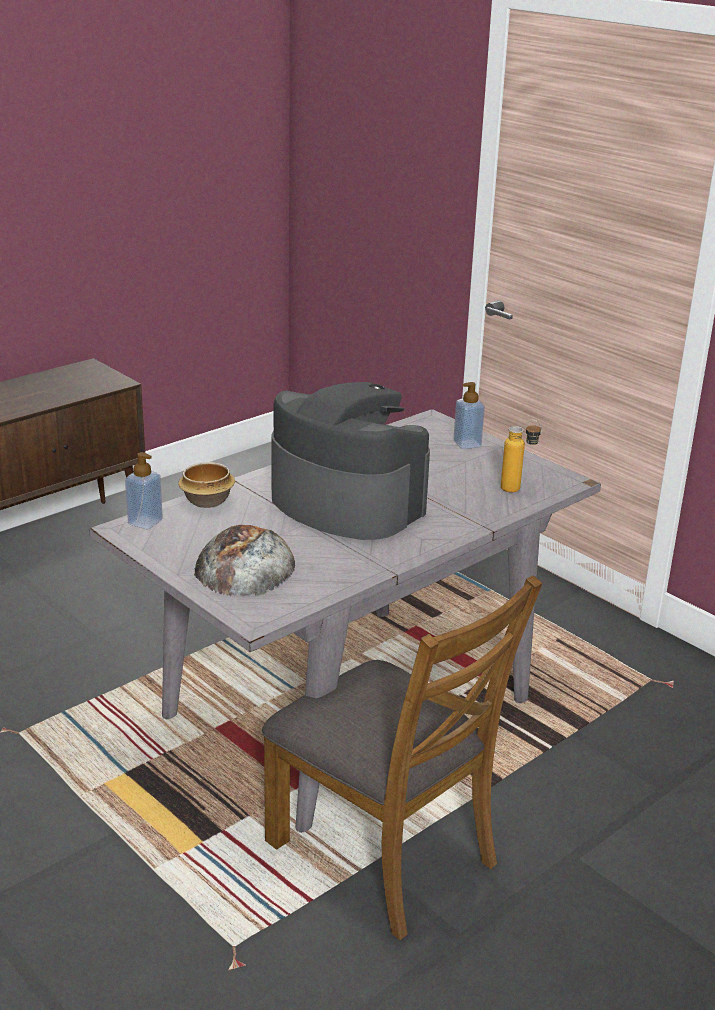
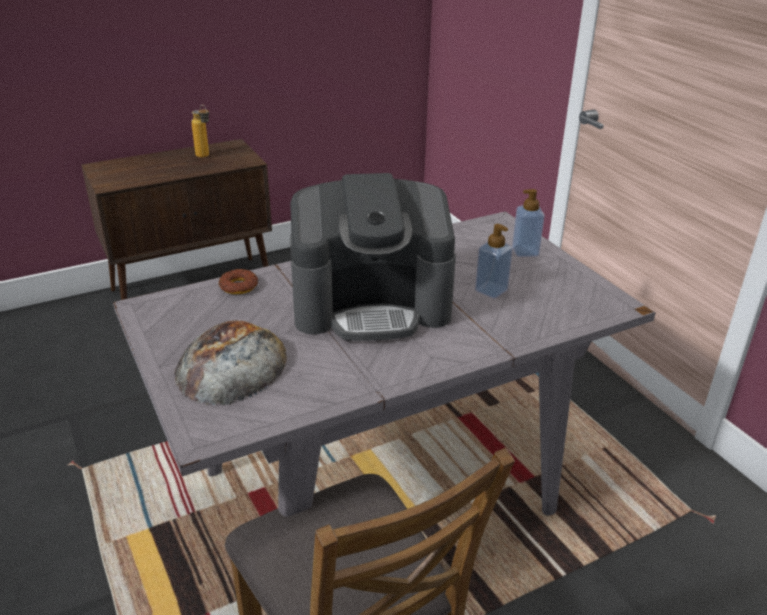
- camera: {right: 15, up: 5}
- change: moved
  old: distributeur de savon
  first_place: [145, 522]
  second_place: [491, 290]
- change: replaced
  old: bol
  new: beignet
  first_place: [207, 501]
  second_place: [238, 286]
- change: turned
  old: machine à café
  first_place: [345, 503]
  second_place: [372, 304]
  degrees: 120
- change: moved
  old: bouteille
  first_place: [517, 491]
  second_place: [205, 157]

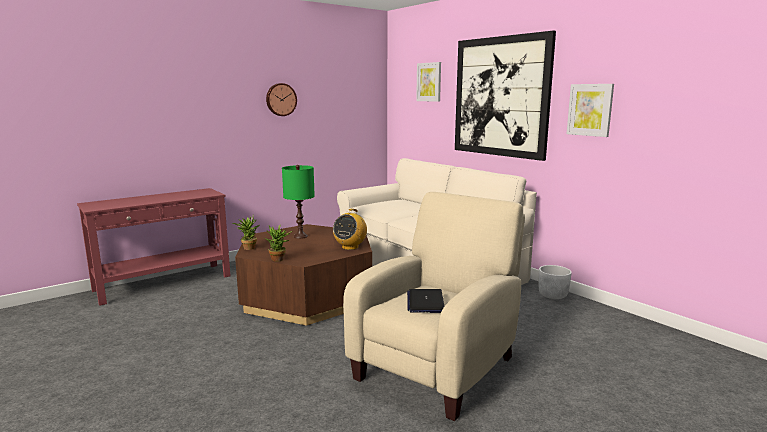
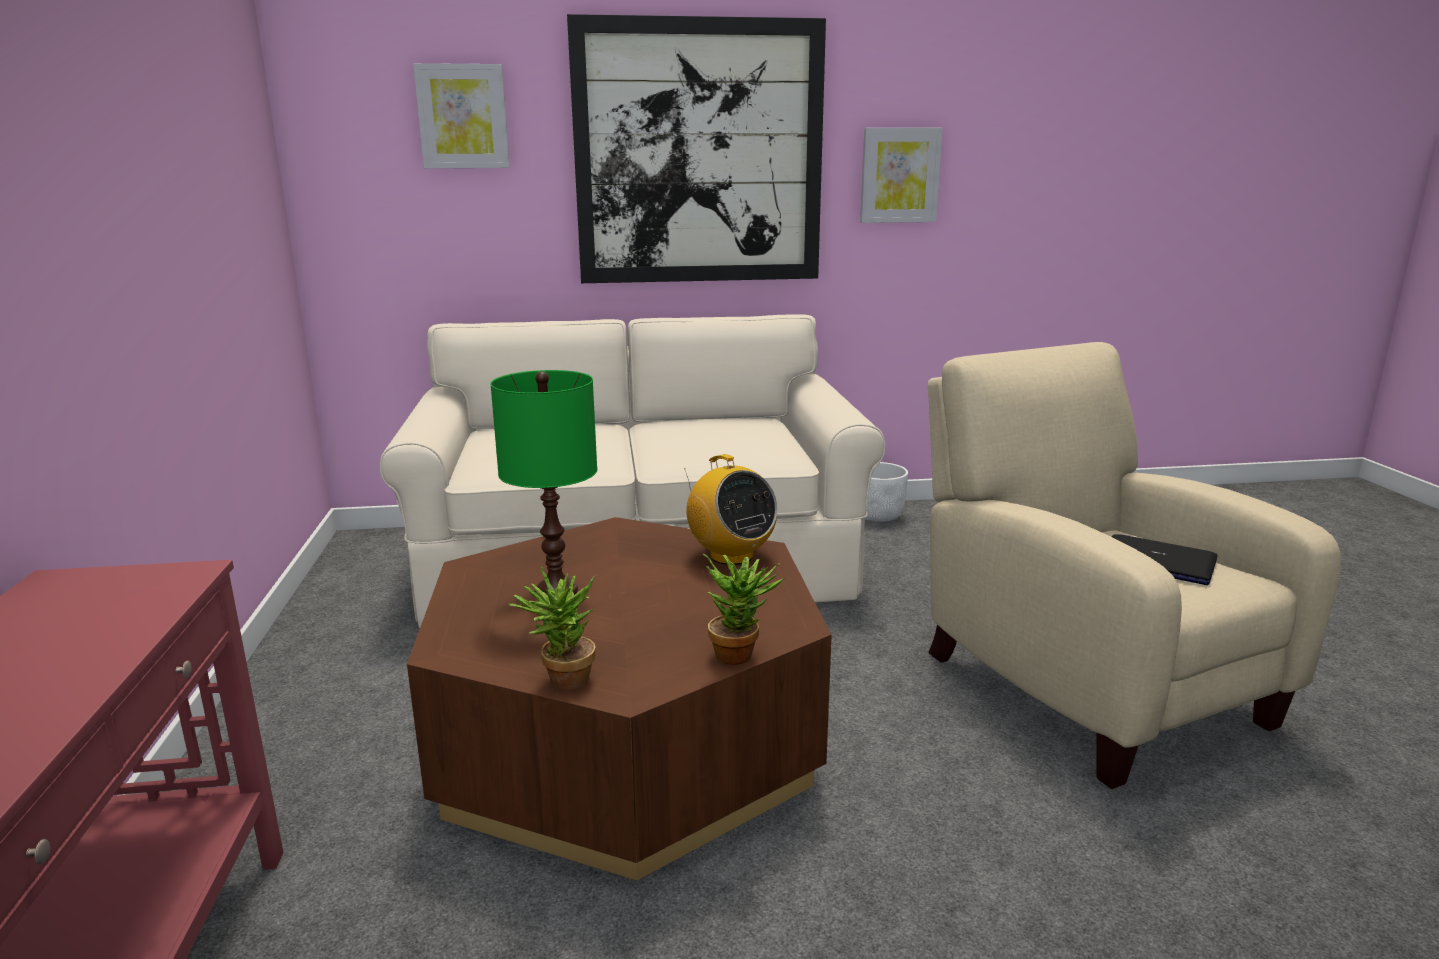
- camera: {right: -60, up: 5}
- change: removed
  old: horloge murale
  first_place: [281, 99]

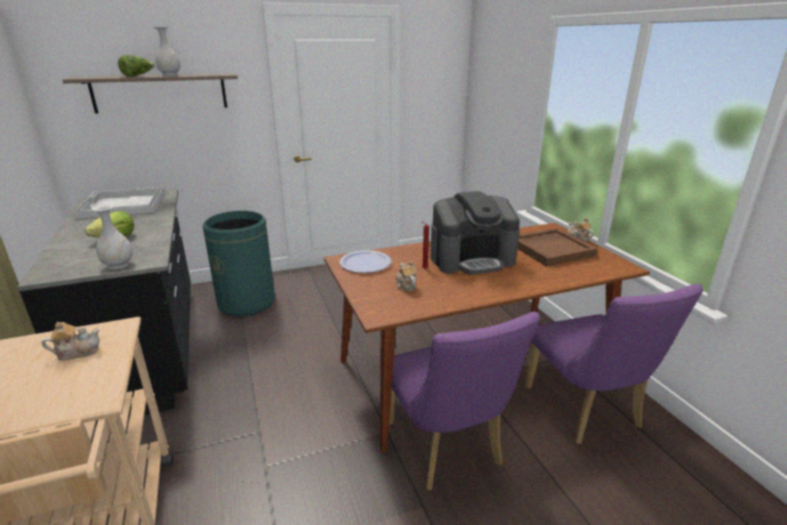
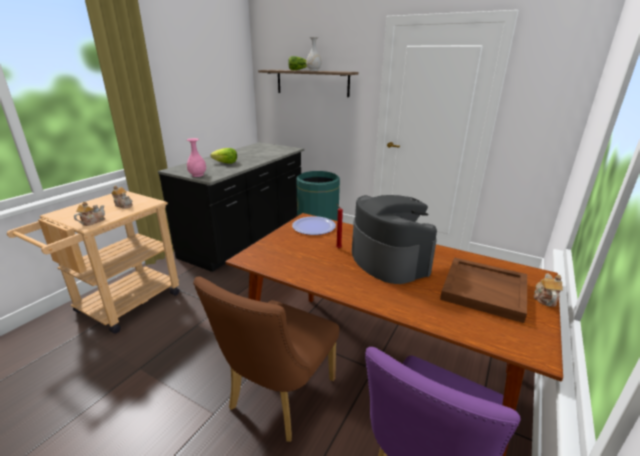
- camera: {right: 50, up: 0}
- change: removed
  old: plateau/blanc
  first_place: [122, 204]
- change: recoloured
  old: vase/blanc
  new: vase/rose
  first_place: [119, 265]
  second_place: [198, 175]
- change: recoloured
  old: chaise/violet
  new: chaise/marron
  first_place: [447, 449]
  second_place: [277, 399]
- change: moved
  old: théière
  first_place: [405, 285]
  second_place: [92, 221]
- change: turned
  old: machine à café
  first_place: [472, 259]
  second_place: [388, 260]
  degrees: -150

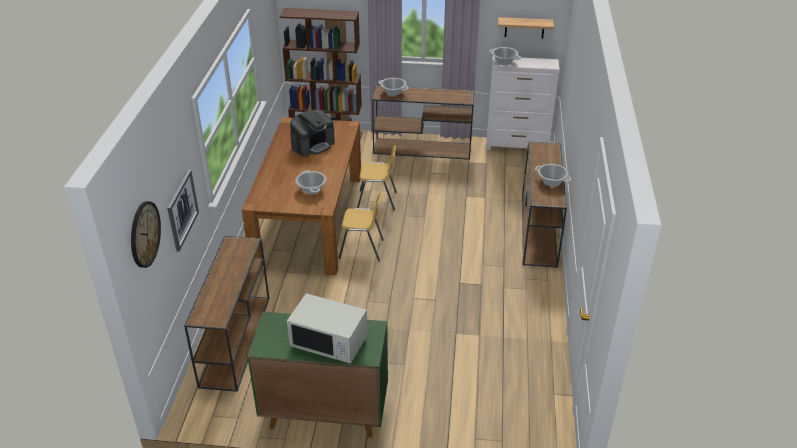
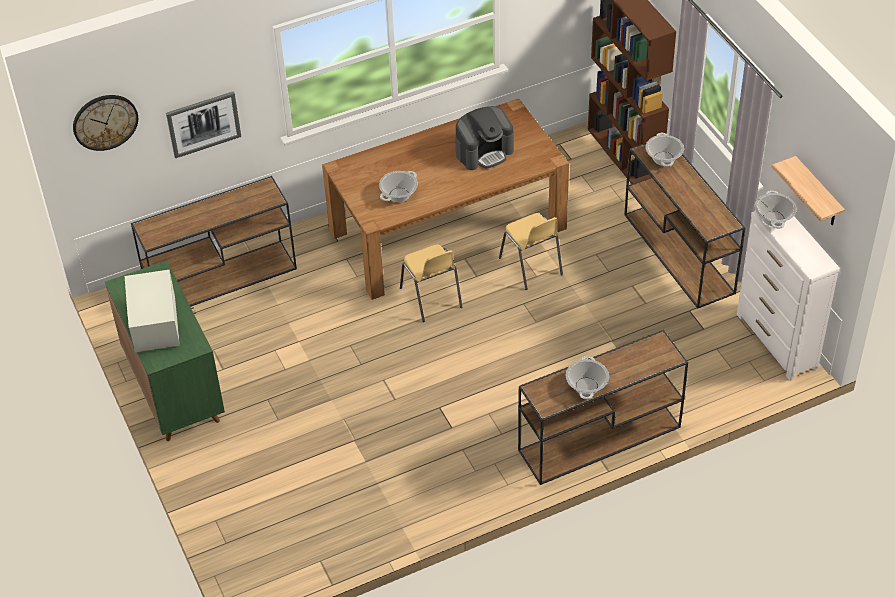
- camera: {right: 60, up: 10}
- change: turned
  old: machine à café
  first_place: [313, 145]
  second_place: [484, 152]
  degrees: -45

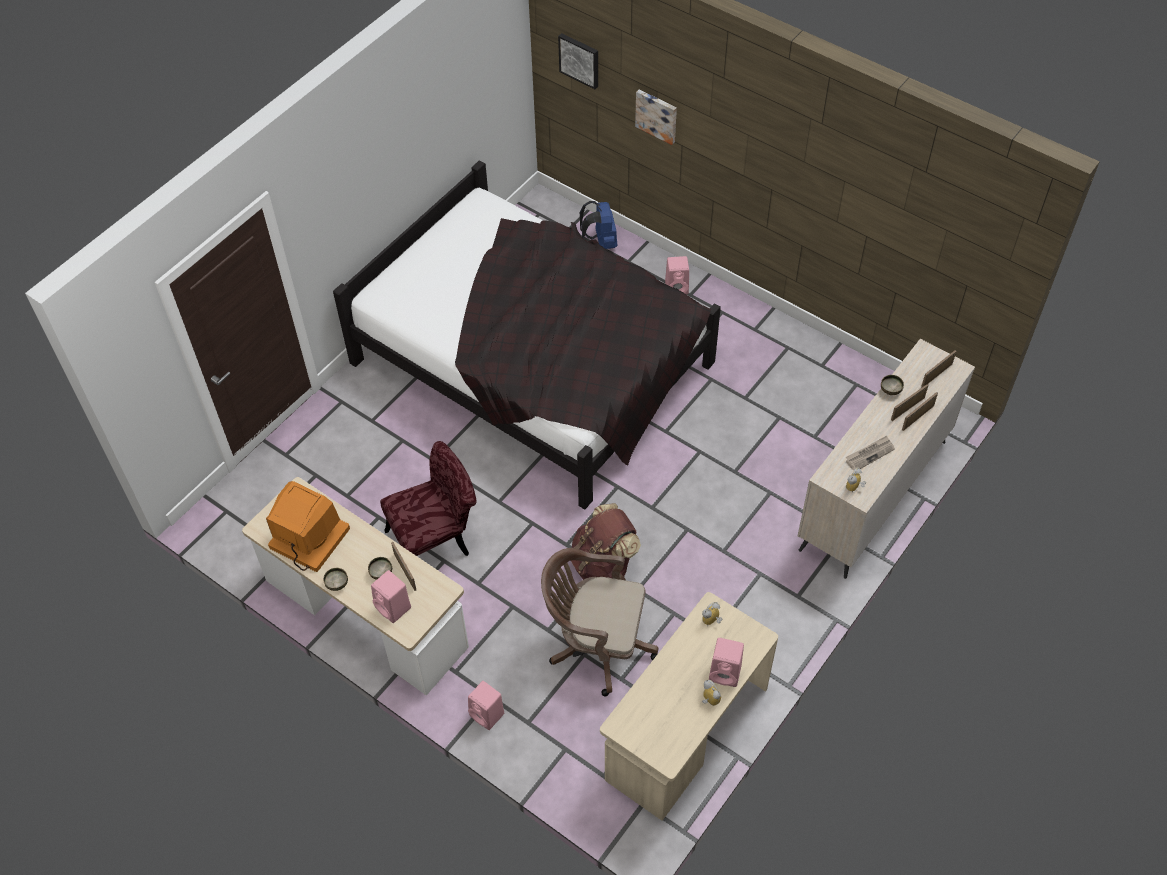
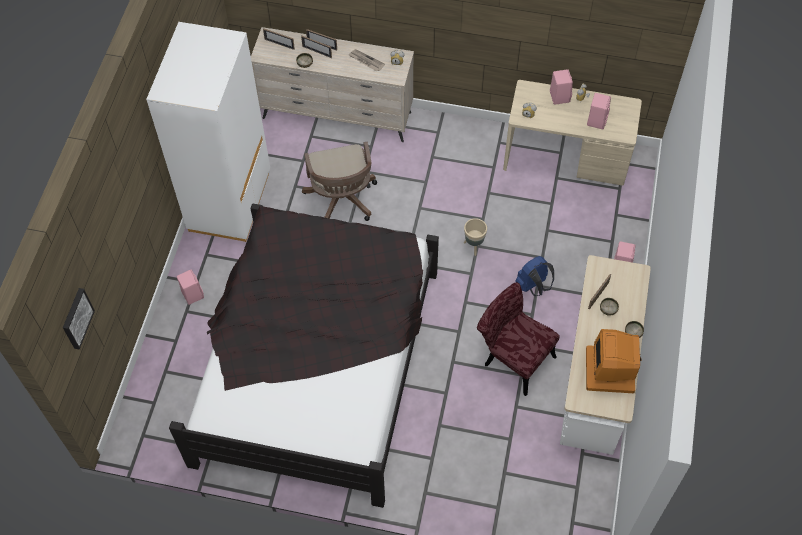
- camera: {right: -115, up: 5}
- change: moved
  old: enceinte/rose
  first_place: [394, 608]
  second_place: [596, 120]
- change: moved
  old: chaise de bureau/marron
  first_place: [596, 644]
  second_place: [342, 201]
- change: replaced
  old: sac à dos/marron
  new: cache-pot/beige
  first_place: [603, 563]
  second_place: [474, 246]
- change: moved
  old: sac à dos/bleu
  first_place: [600, 242]
  second_place: [533, 286]
- change: removed
  old: tableau
  first_place: [657, 115]
- change: added
  new: armoire/blanc
  second_place: [230, 202]

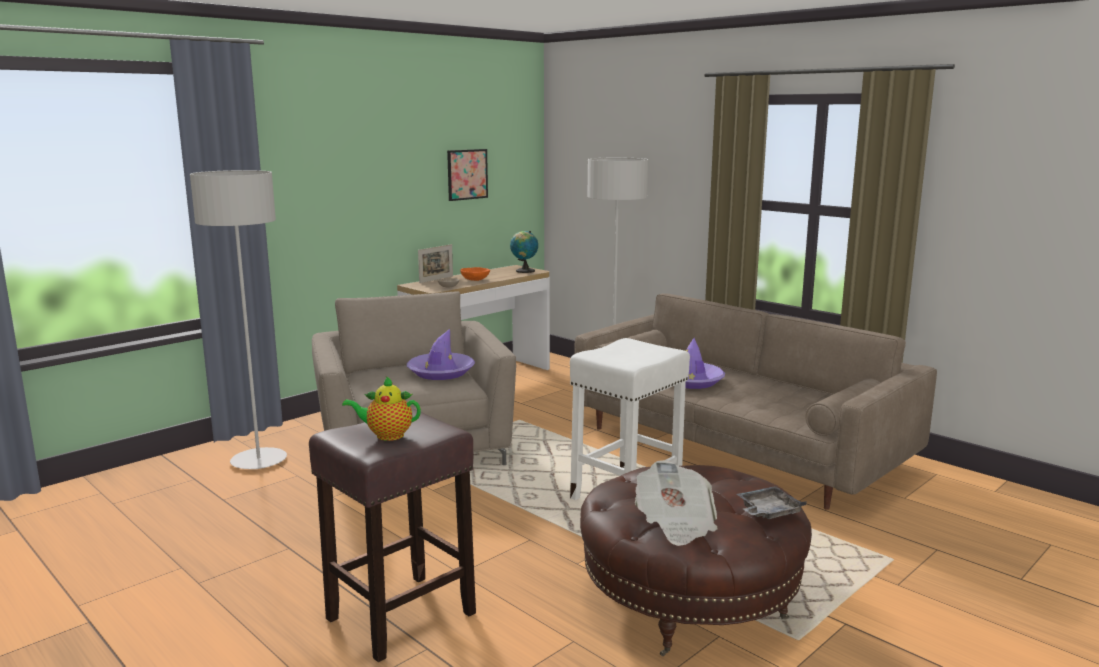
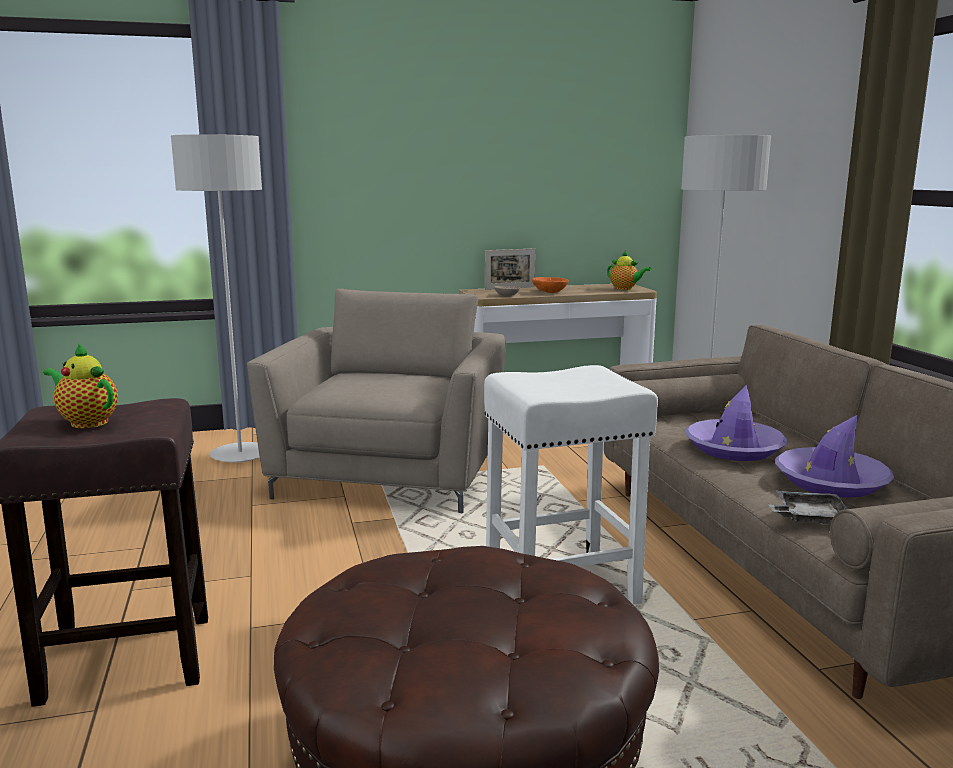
- camera: {right: 30, up: 0}
- change: moved
  old: chapeau/violet
  first_place: [441, 372]
  second_place: [831, 482]
- change: removed
  old: tableau
  first_place: [467, 174]
- change: replaced
  old: globe
  new: théière
  first_place: [523, 271]
  second_place: [625, 289]
- change: removed
  old: journal
  first_place: [675, 524]
- change: moved
  old: plateau/gris
  first_place: [767, 512]
  second_place: [809, 518]

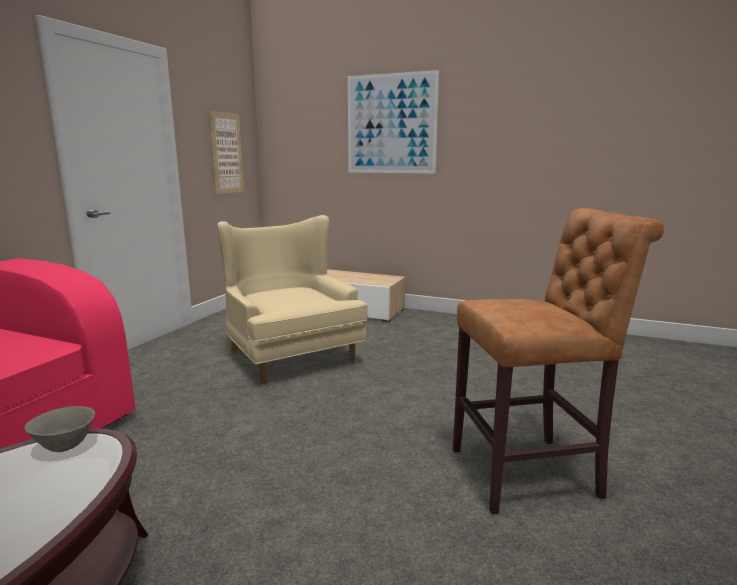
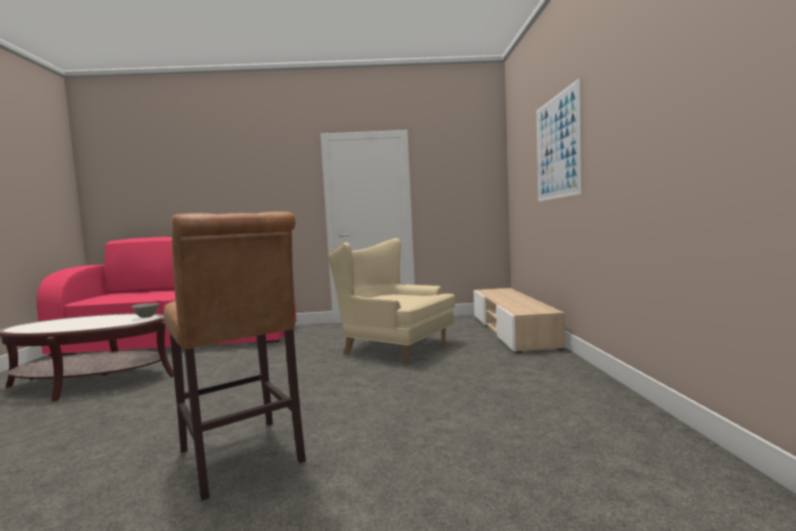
- camera: {right: 65, up: -10}
- change: removed
  old: tableau
  first_place: [227, 153]
- change: turned
  old: fauteuil/beige
  first_place: [290, 355]
  second_place: [393, 347]
  degrees: -90

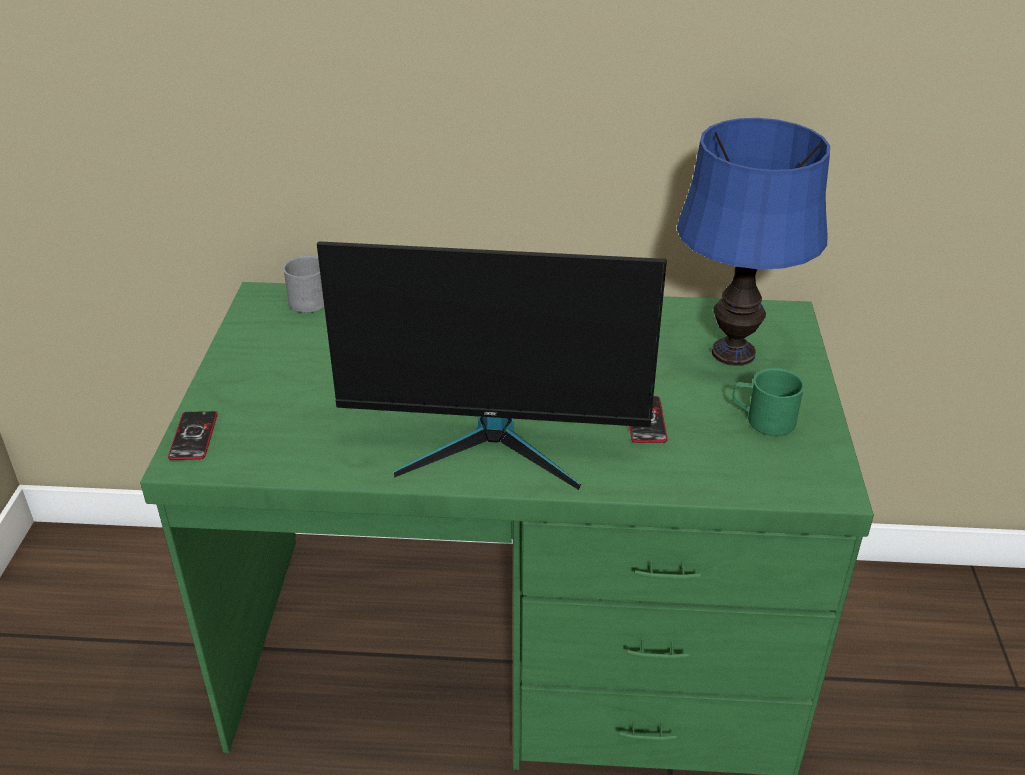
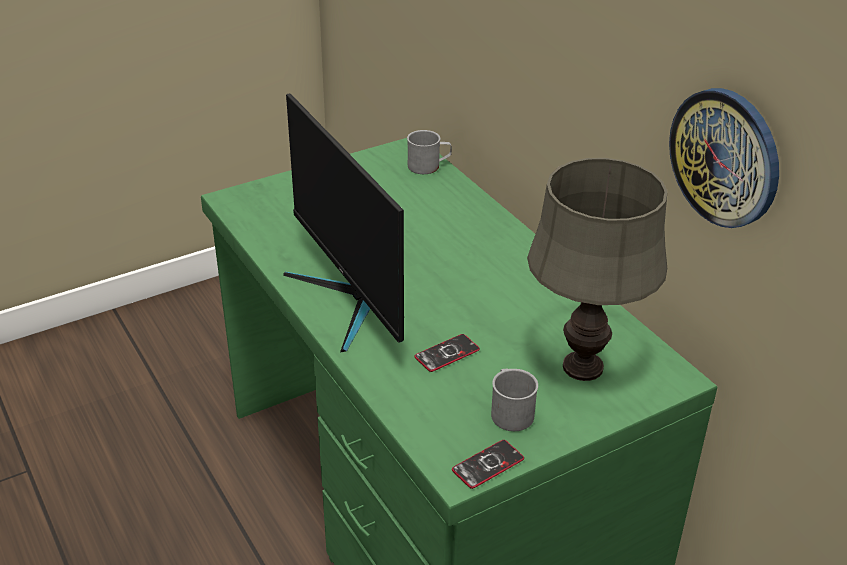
- camera: {right: 55, up: 0}
- change: moved
  old: téléphone
  first_place: [193, 436]
  second_place: [488, 465]
- change: recoloured
  old: lampe de table/bleu
  new: lampe de table/gris
  first_place: [733, 353]
  second_place: [582, 367]
- change: recoloured
  old: mug/vert
  new: mug/gris
  first_place: [763, 419]
  second_place: [510, 411]
- change: added
  new: horloge murale
  second_place: [725, 157]

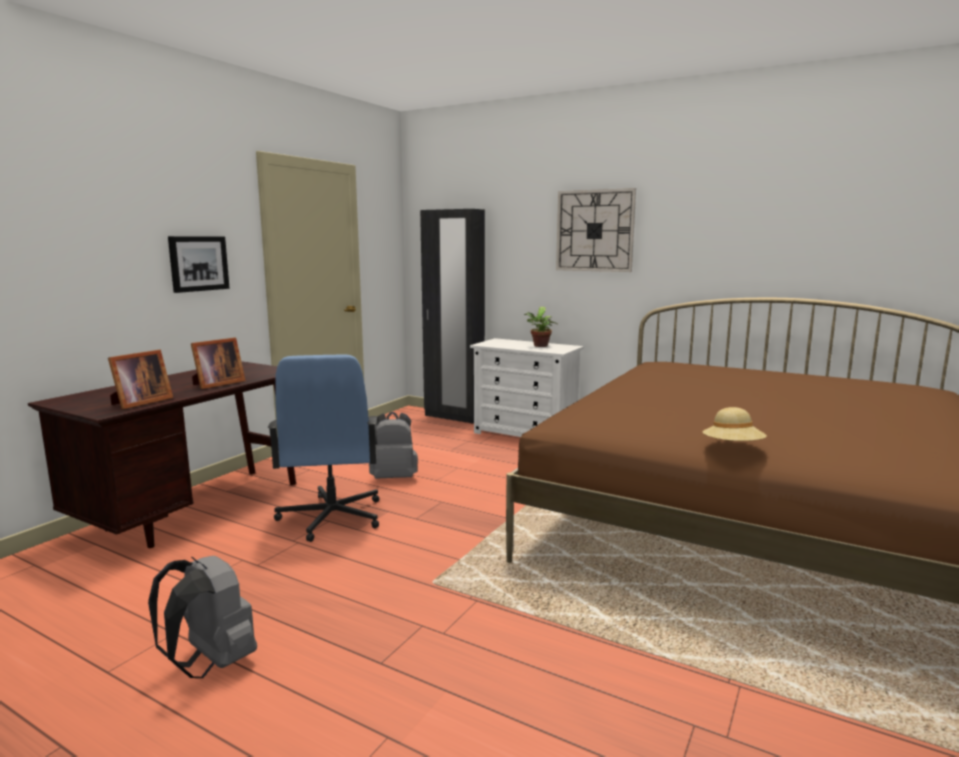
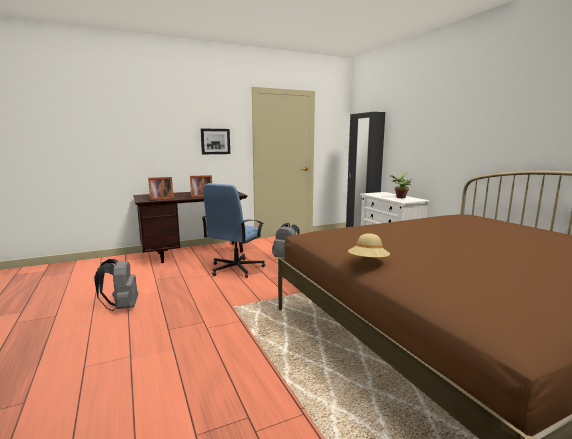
- camera: {right: 35, up: 0}
- change: removed
  old: horloge murale
  first_place: [595, 231]

